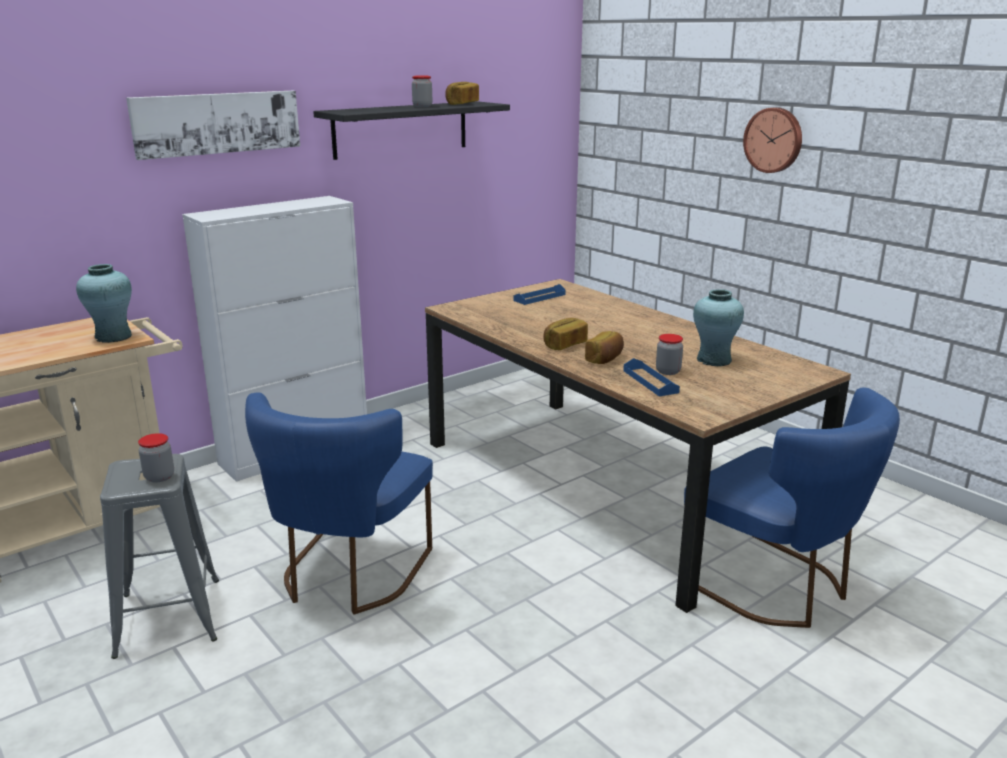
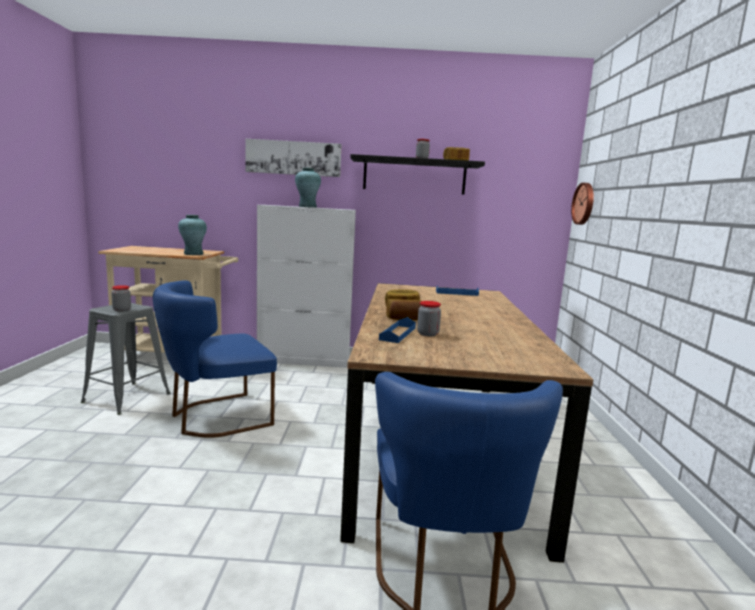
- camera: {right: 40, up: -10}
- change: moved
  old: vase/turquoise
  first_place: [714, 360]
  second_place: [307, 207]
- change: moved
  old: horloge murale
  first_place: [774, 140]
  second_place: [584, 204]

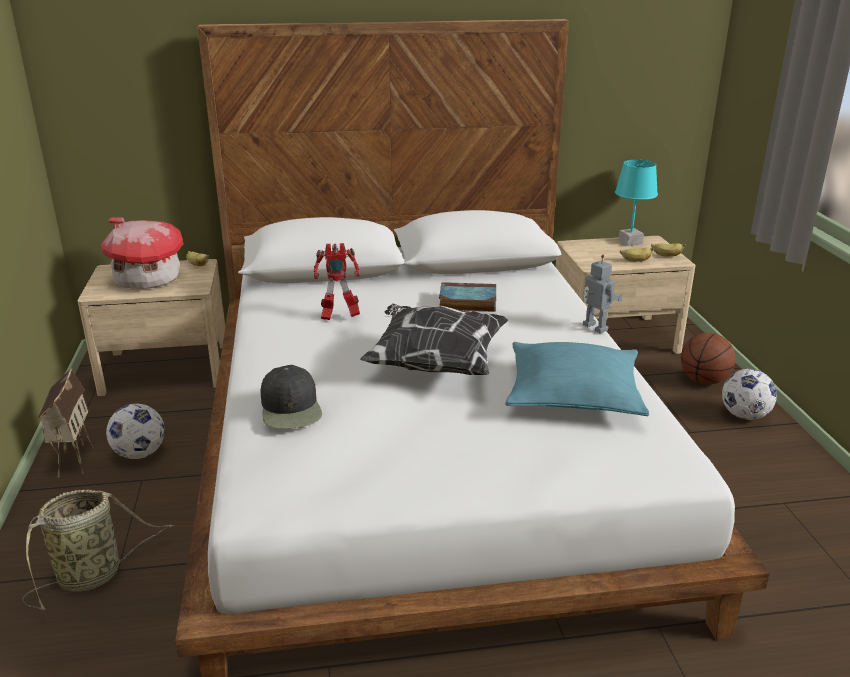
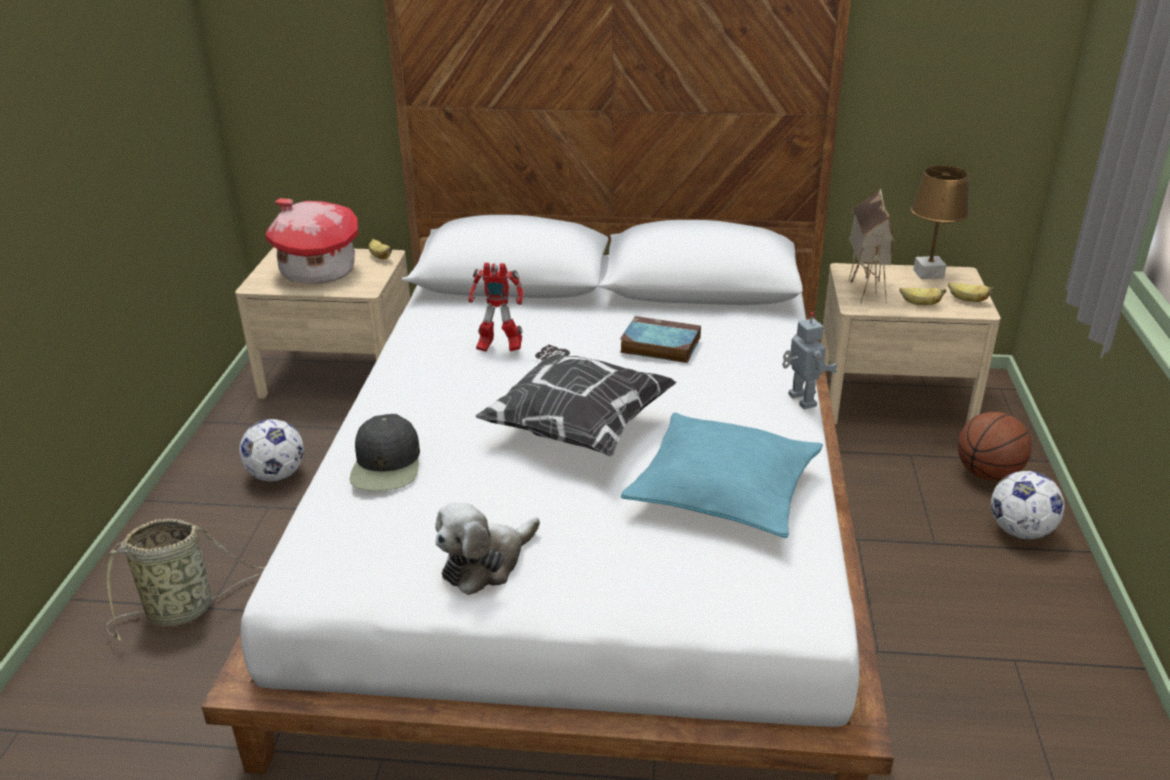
- camera: {right: 15, up: 5}
- change: moved
  old: maison miniature
  first_place: [72, 459]
  second_place: [864, 289]
- change: recoloured
  old: lampe de table/turquoise
  new: lampe de table/marron
  first_place: [630, 242]
  second_place: [928, 274]
- change: added
  new: peluche
  second_place: [486, 563]

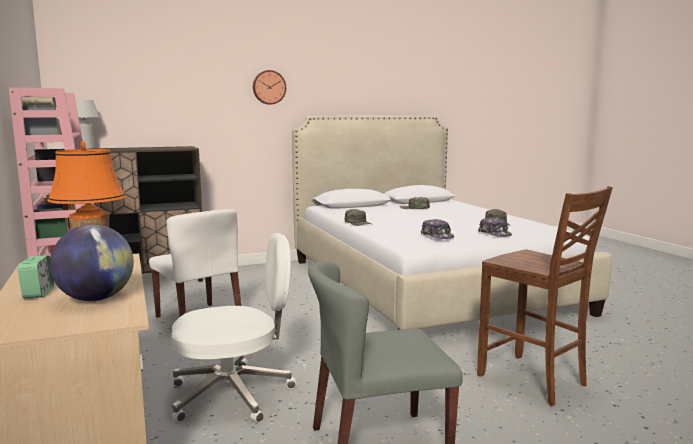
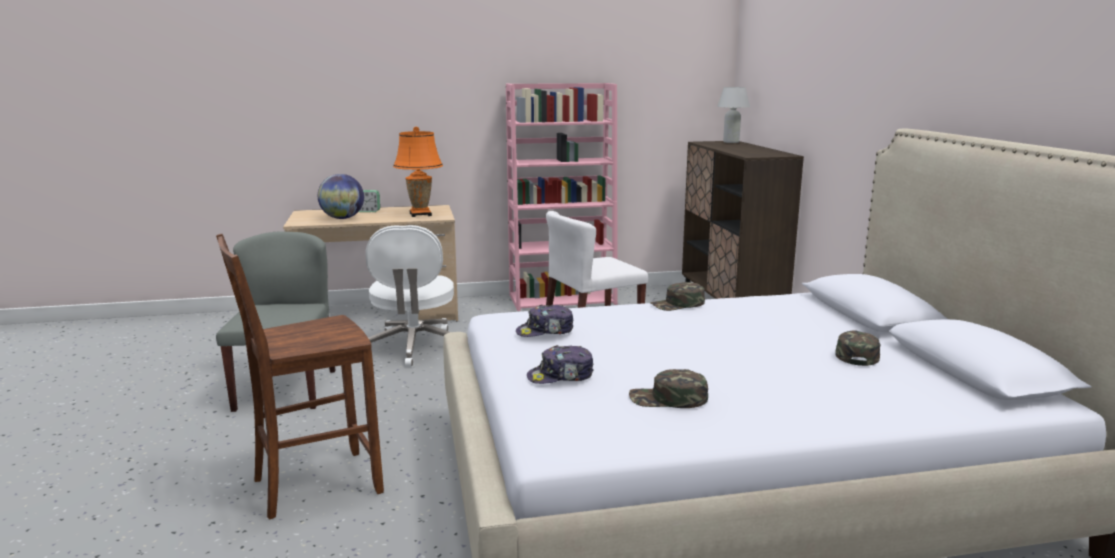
- camera: {right: 100, up: 5}
- change: removed
  old: horloge murale
  first_place: [269, 87]

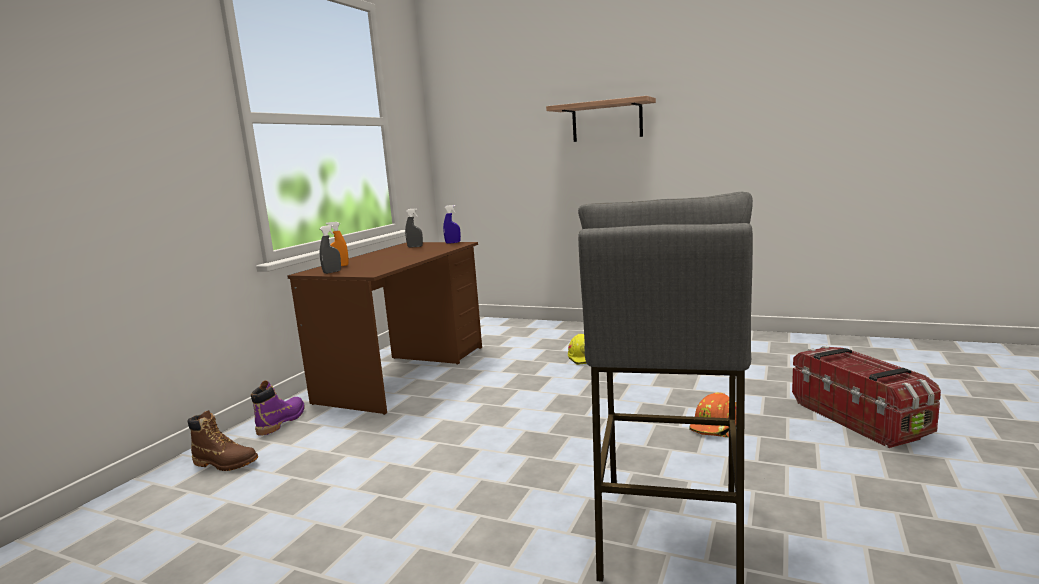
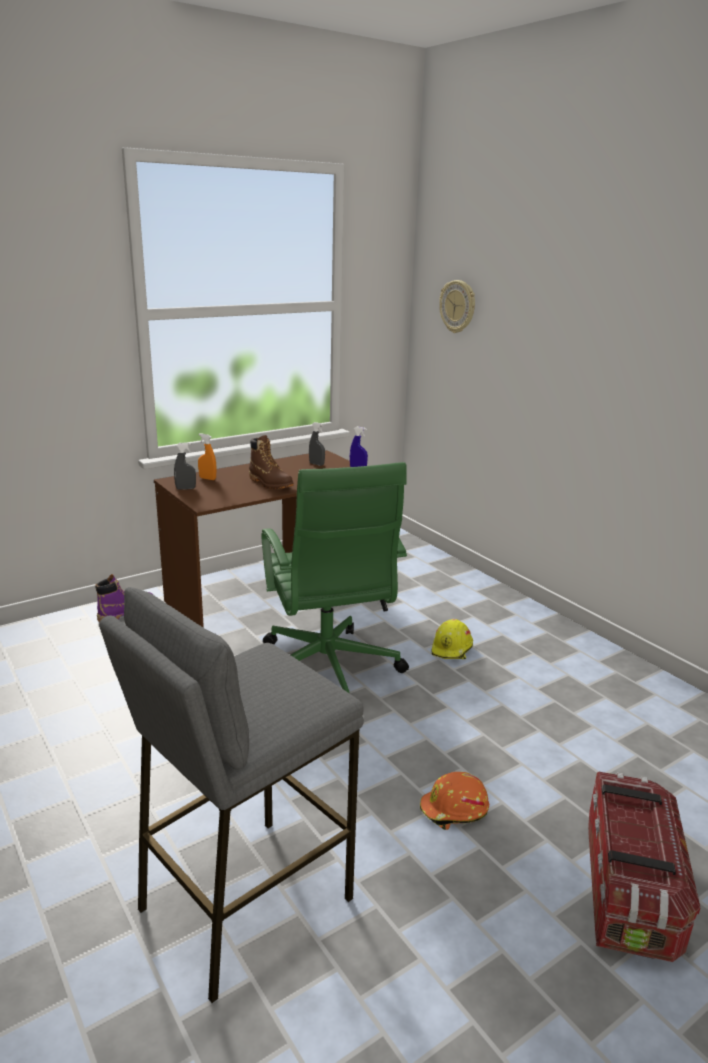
- camera: {right: 30, up: 10}
- change: moved
  old: botte/marron
  first_place: [225, 463]
  second_place: [270, 483]
- change: removed
  old: étagère
  first_place: [607, 121]
- change: added
  new: chaise de bureau/vert
  second_place: [327, 673]
- change: added
  new: horloge murale
  second_place: [458, 306]

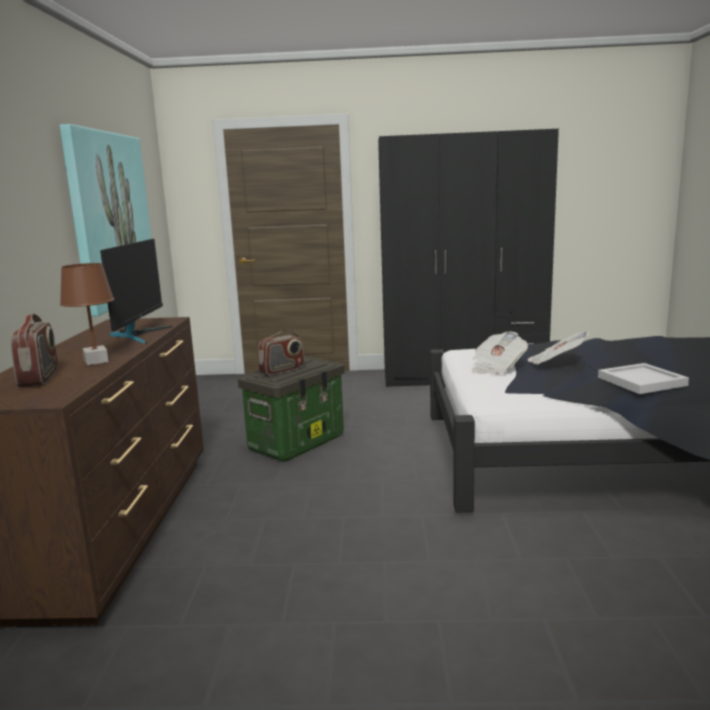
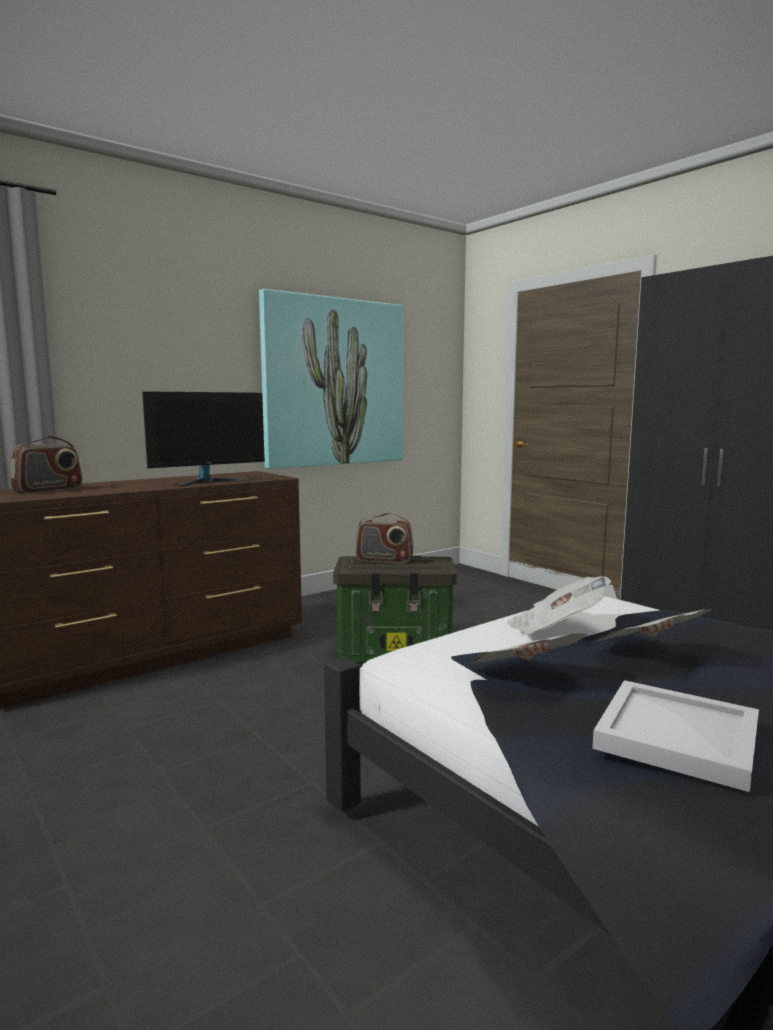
- camera: {right: 50, up: -5}
- change: removed
  old: lampe de table/marron
  first_place: [96, 361]
- change: added
  new: journal
  second_place: [523, 679]

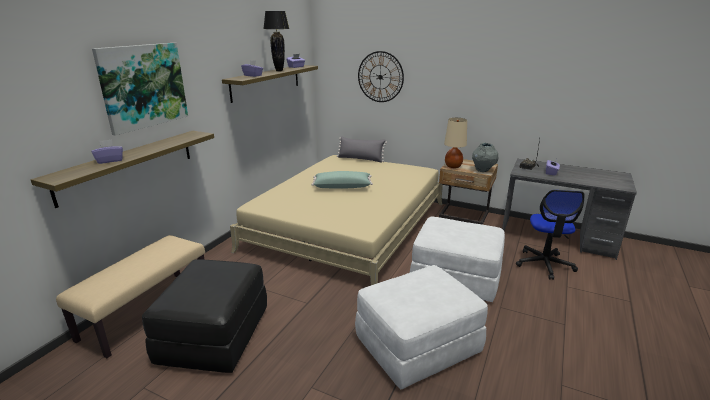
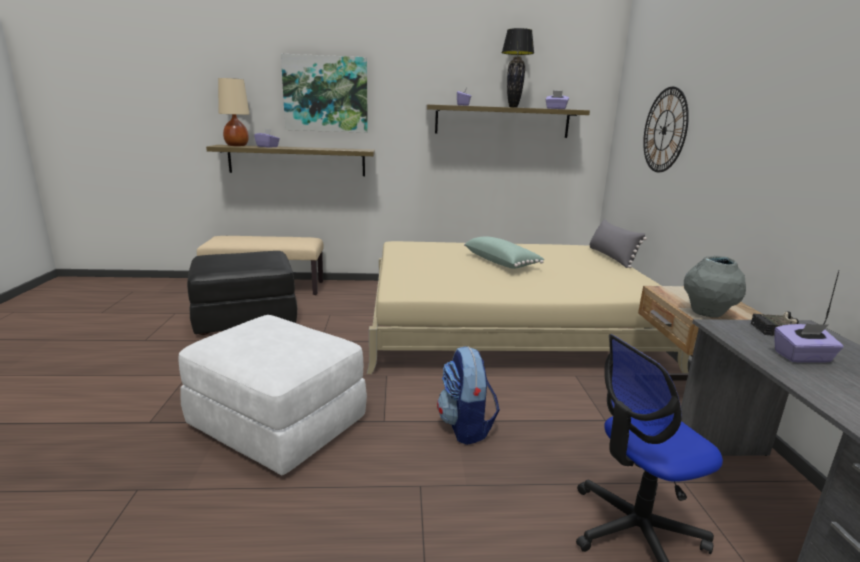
- camera: {right: 60, up: -5}
- change: replaced
  old: pouf/blanc
  new: sac à dos
  first_place: [456, 277]
  second_place: [466, 426]
- change: moved
  old: lampe de table/beige
  first_place: [453, 166]
  second_place: [236, 146]

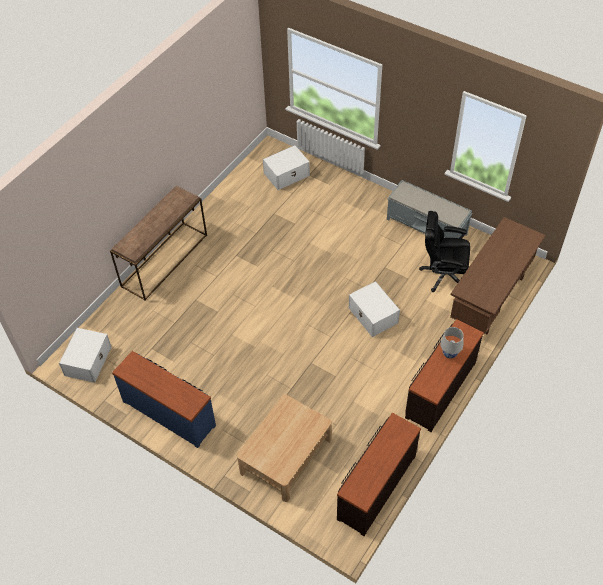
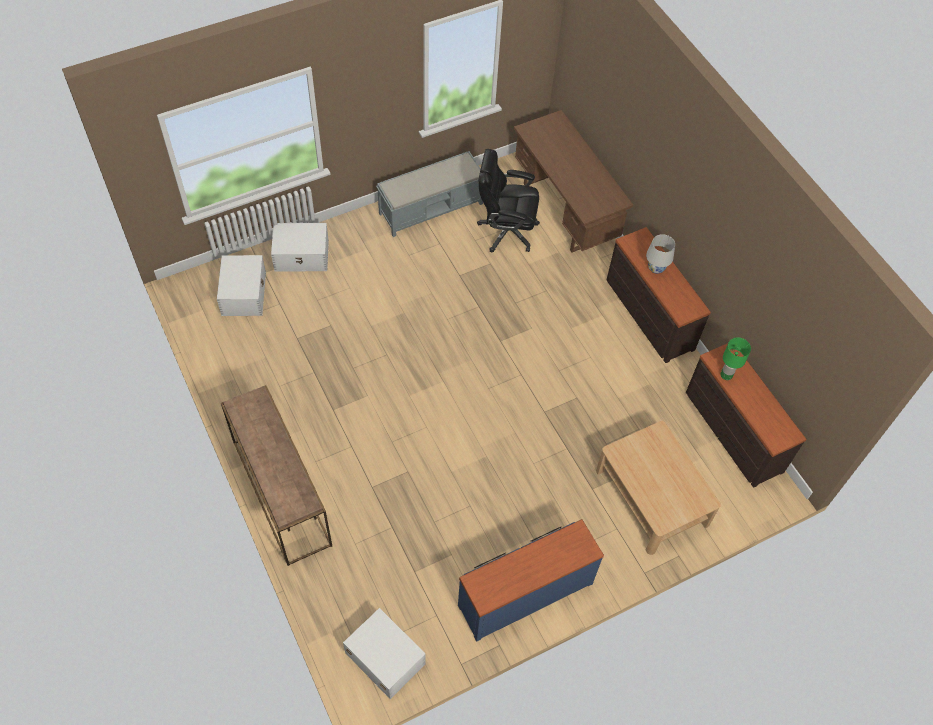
- camera: {right: -65, up: 5}
- change: moved
  old: boîte de rangement/blanc
  first_place: [373, 316]
  second_place: [302, 256]
- change: turned
  old: chaise de bureau/noir
  first_place: [443, 274]
  second_place: [506, 231]
  degrees: 60
- change: added
  new: lampe de table/vert
  second_place: [726, 375]

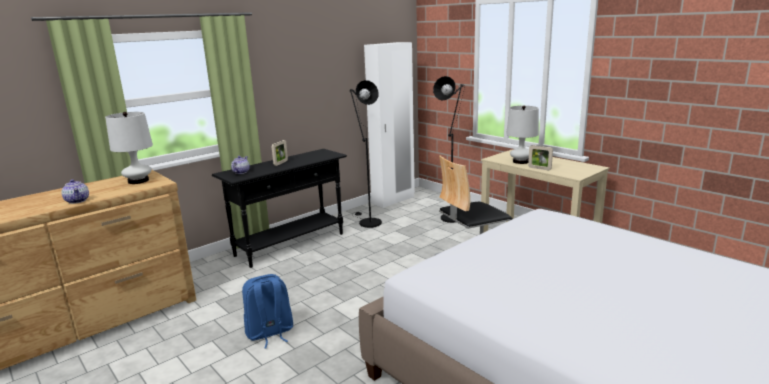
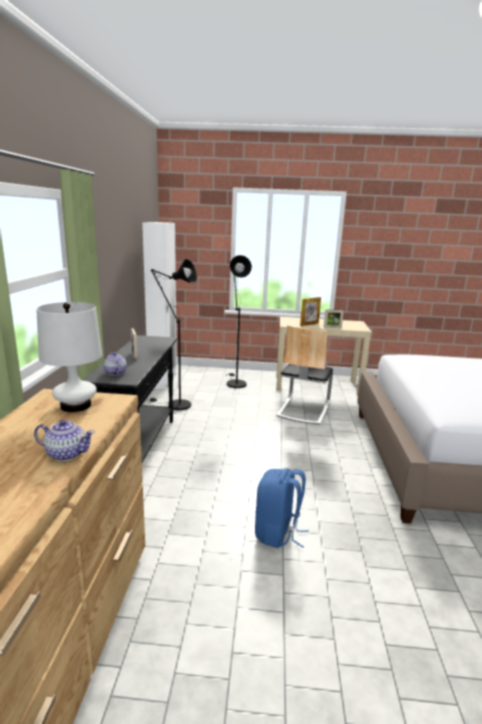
- camera: {right: -45, up: 0}
- change: replaced
  old: lampe de table/blanc
  new: cadre photo
  first_place: [521, 161]
  second_place: [309, 324]

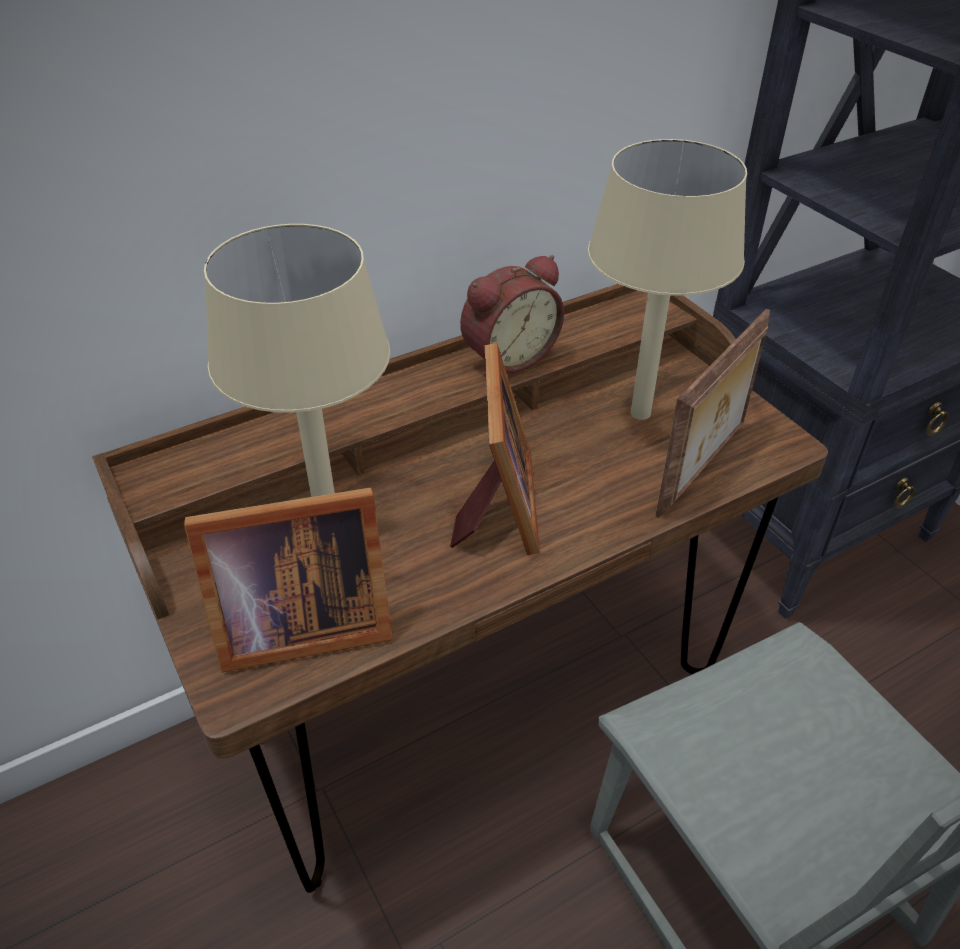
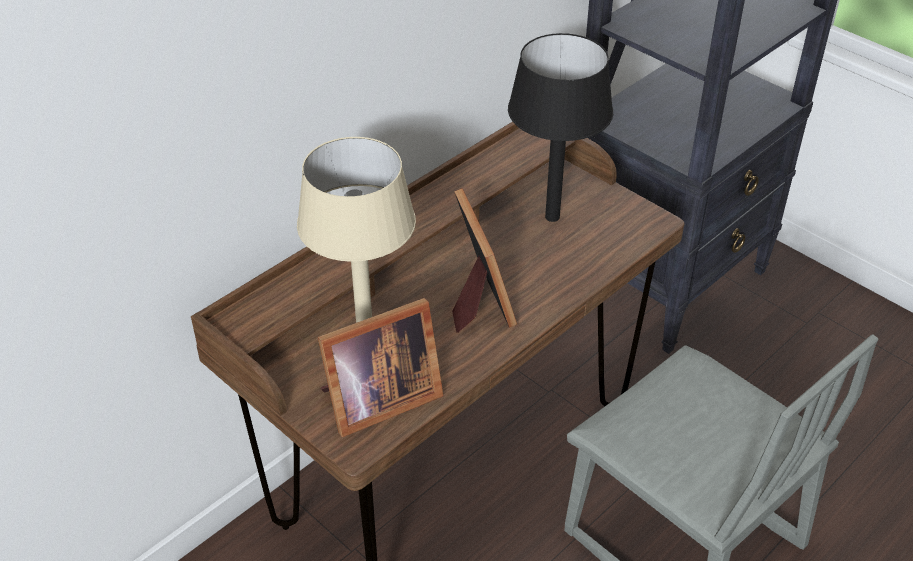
- camera: {right: -15, up: 0}
- change: removed
  old: réveil
  first_place: [507, 356]
- change: recoloured
  old: lampe de table/beige
  new: lampe de table/noir
  first_place: [640, 412]
  second_place: [552, 216]
- change: removed
  old: cadre photo
  first_place: [703, 469]

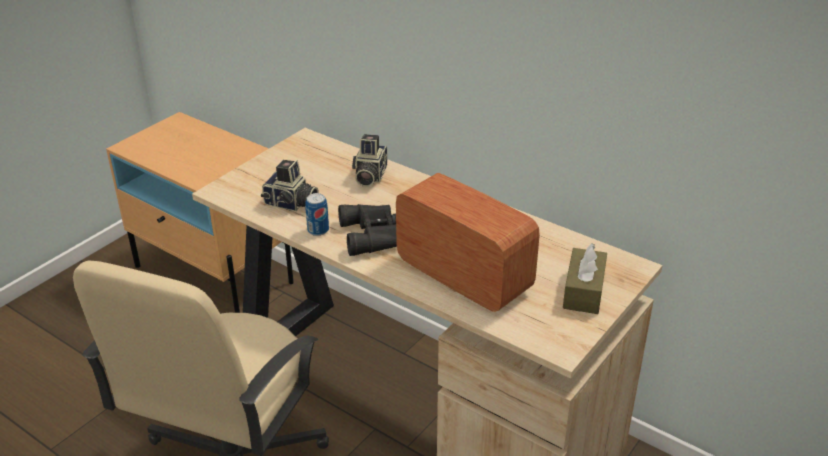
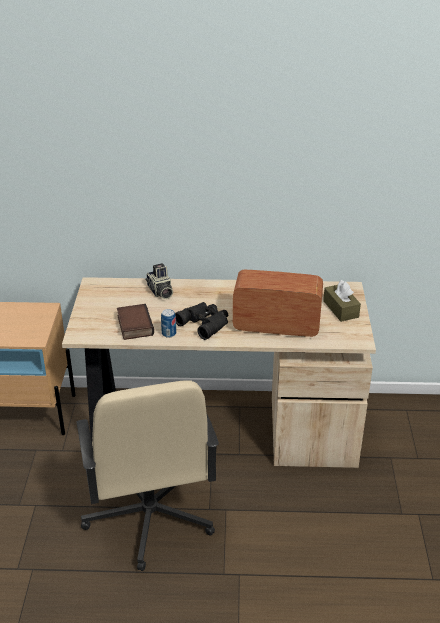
- camera: {right: -35, up: 0}
- change: replaced
  old: appareil photo
  new: livre
  first_place: [291, 204]
  second_place: [133, 325]

